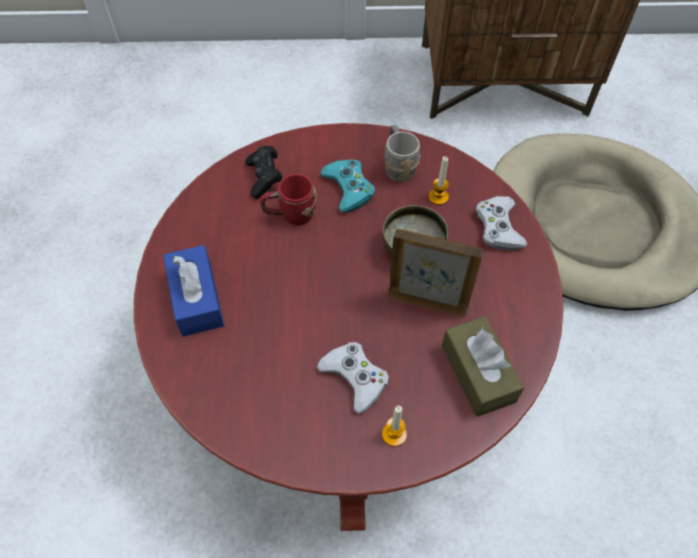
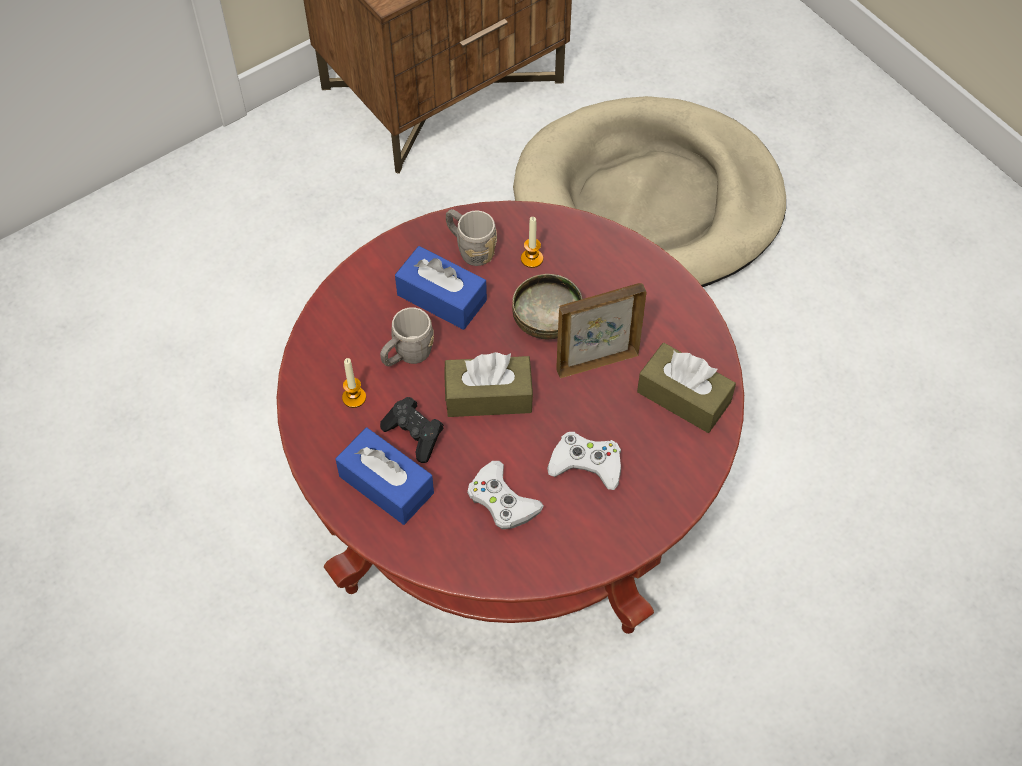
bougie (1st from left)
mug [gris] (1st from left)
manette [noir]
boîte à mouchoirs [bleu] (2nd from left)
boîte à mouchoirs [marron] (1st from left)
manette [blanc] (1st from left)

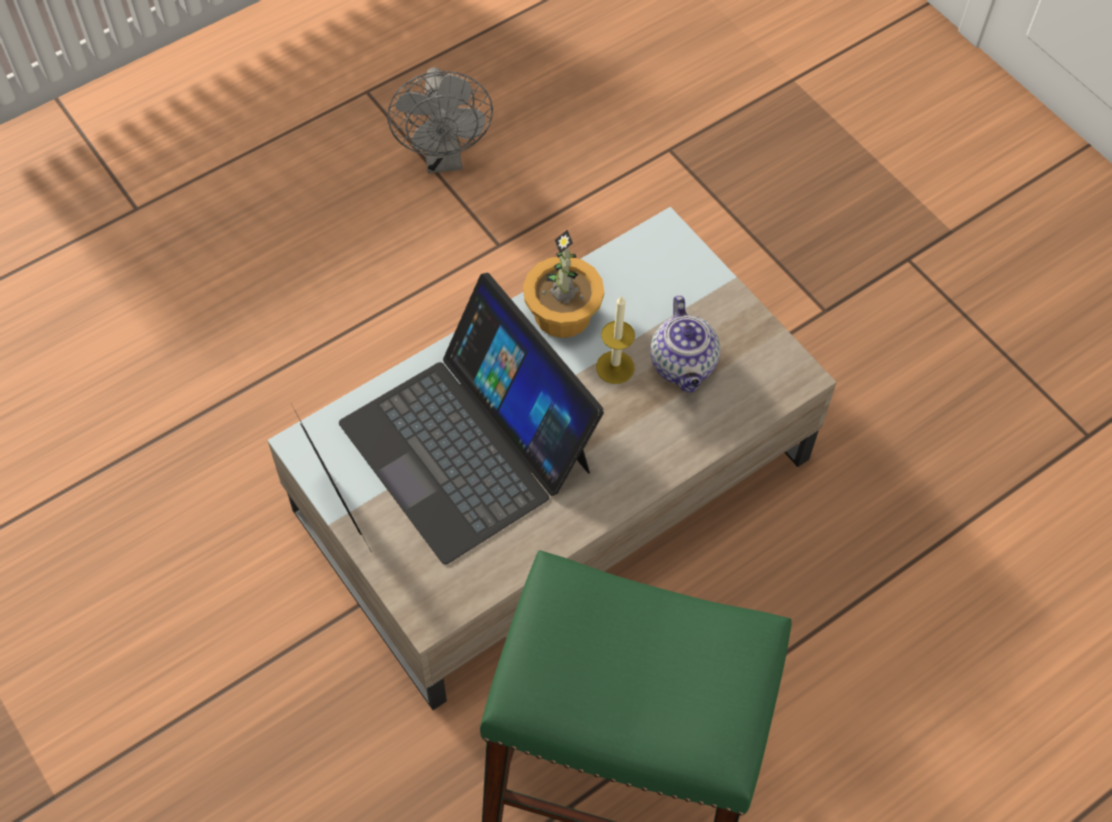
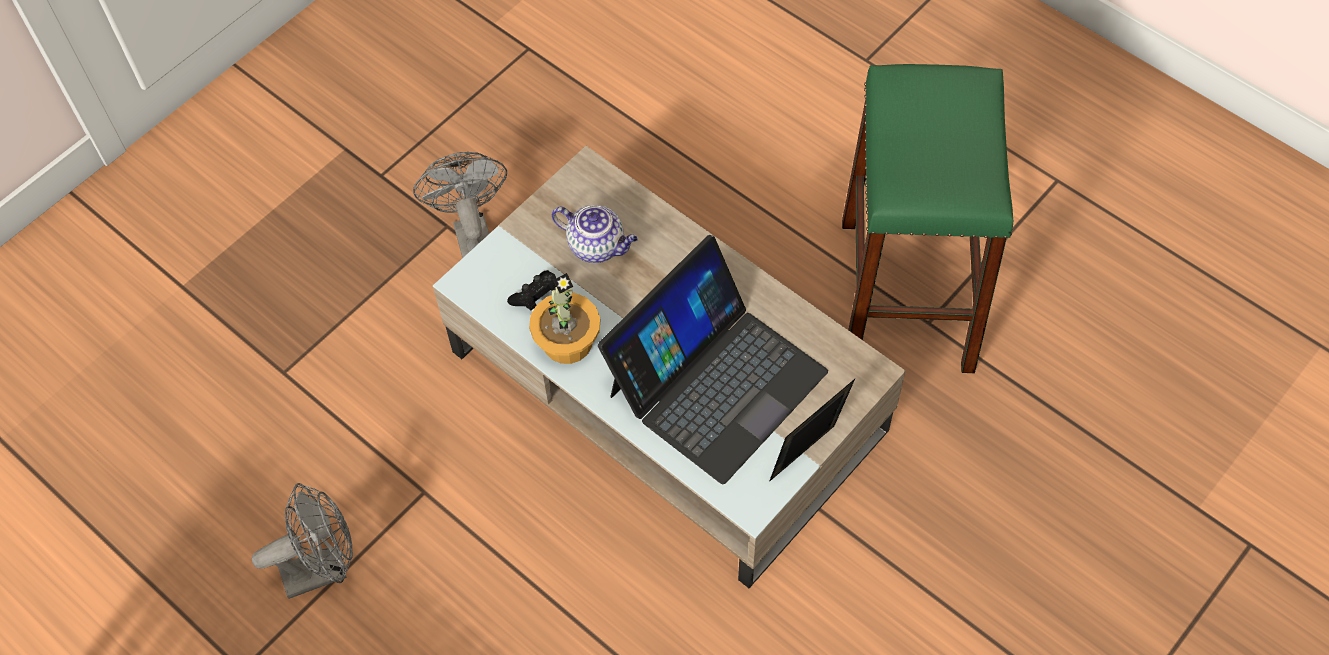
ventilateur [gris] (2nd from left)
manette [noir]
théière
bougie

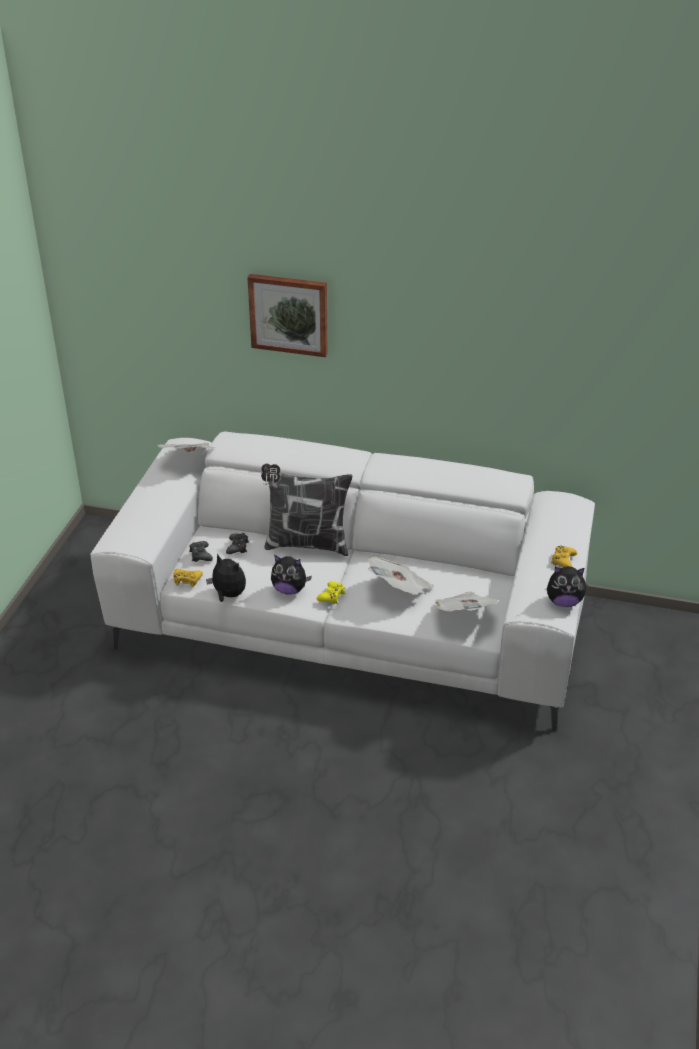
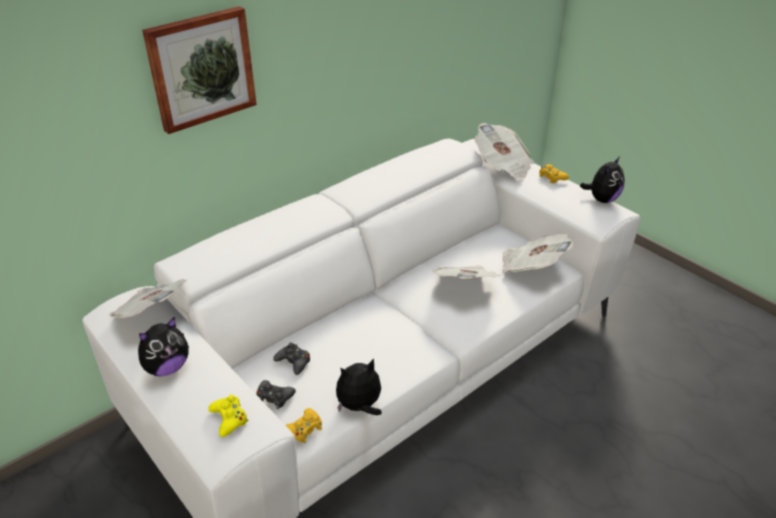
peluche (1st from left)
manette [jaune] (1st from left)
journal (3rd from left)
coussin

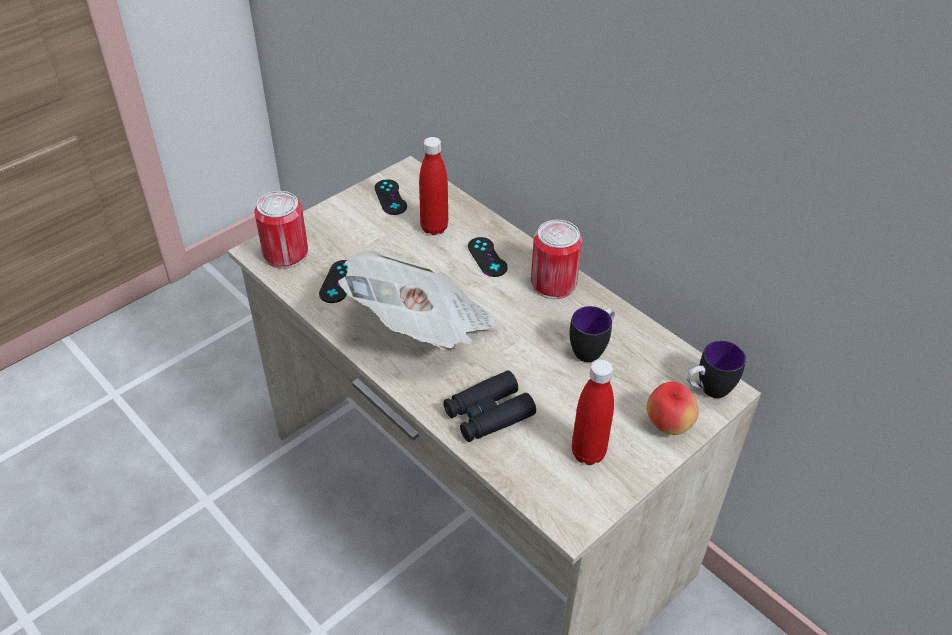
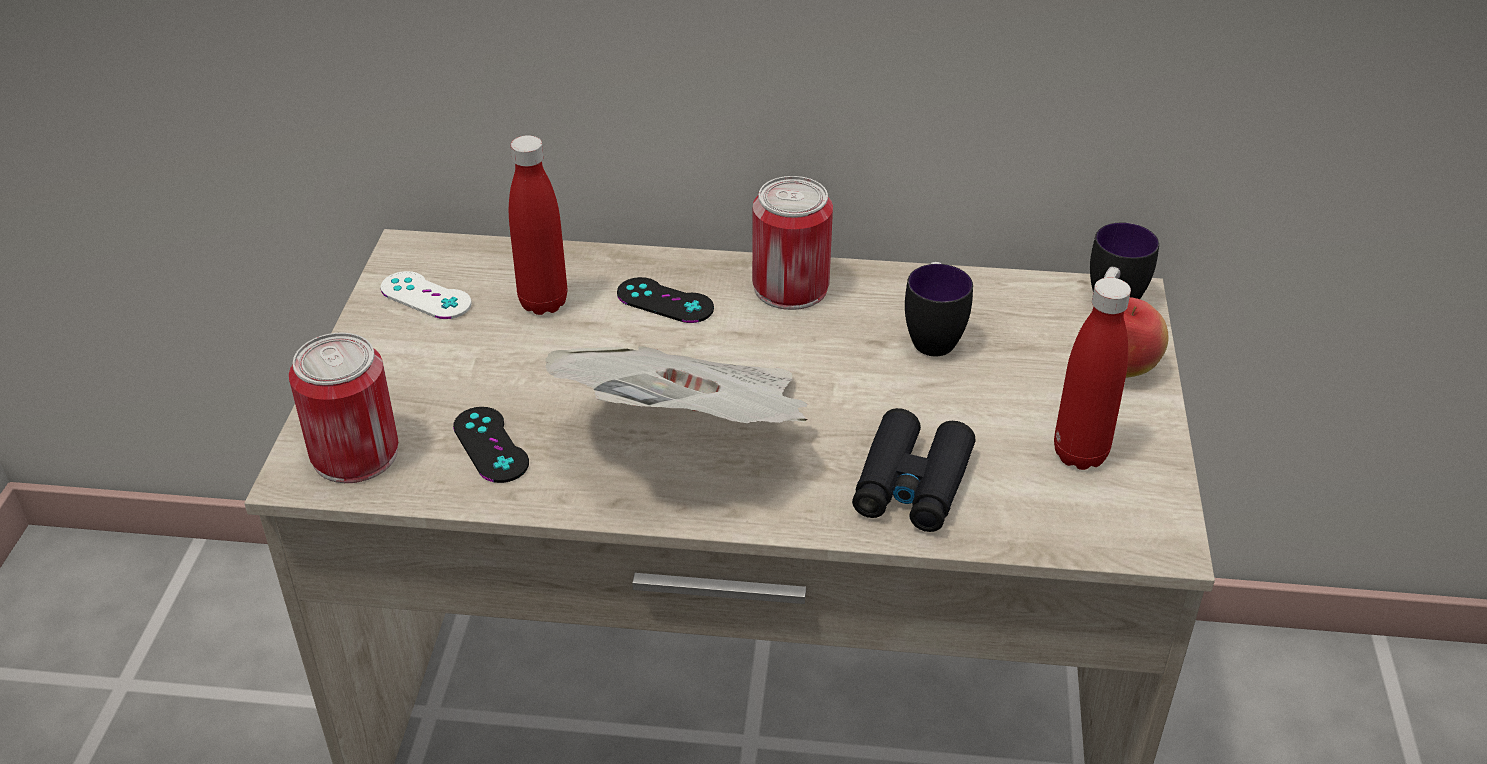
manette [blanc]

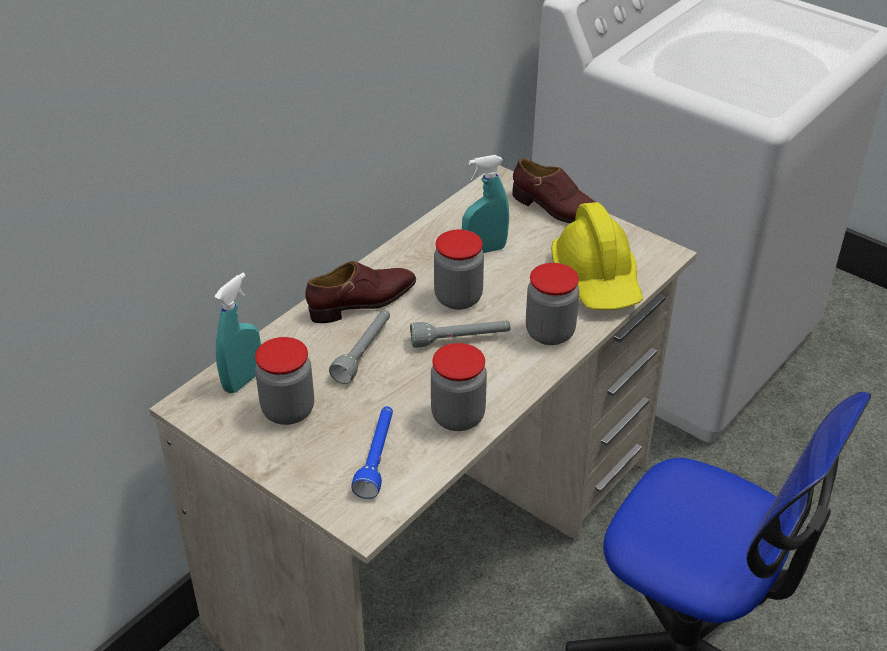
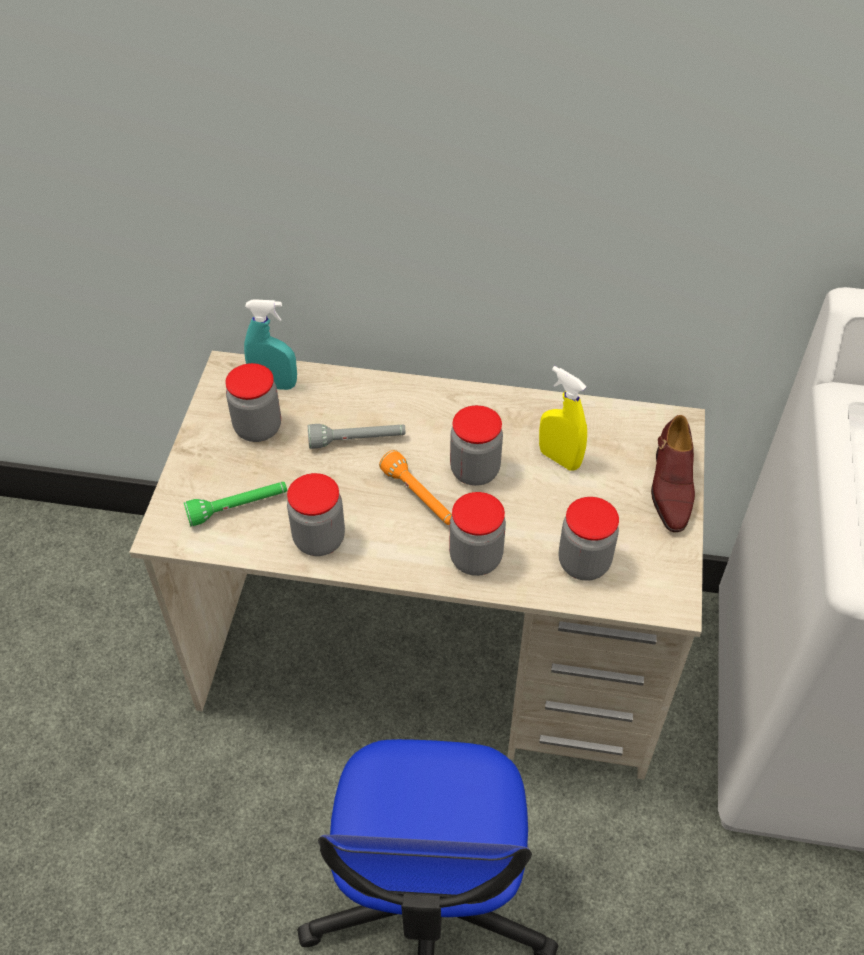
lampe de poche [vert]
lampe de poche [orange]
vaporisateur [jaune]
bocal (5th from left)
chaussure [marron] (1st from left in the first image)

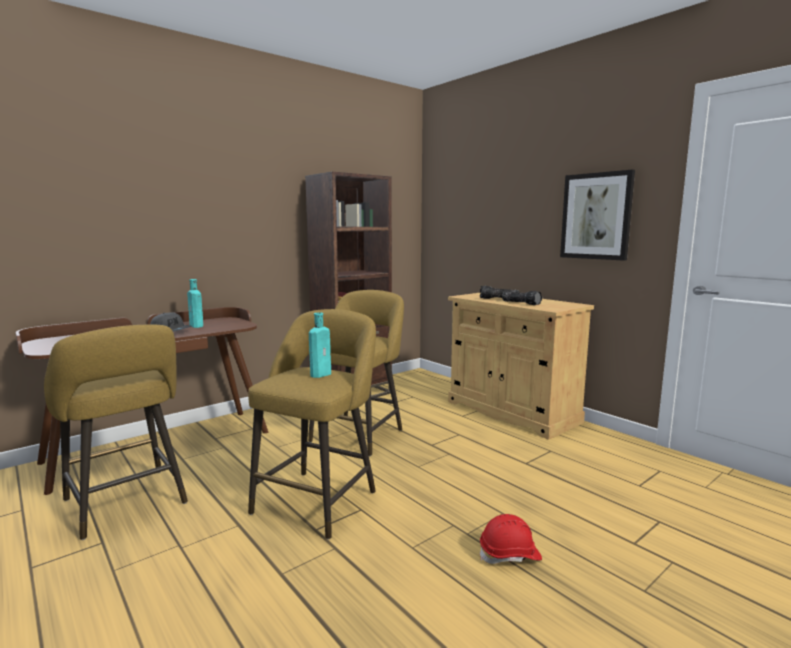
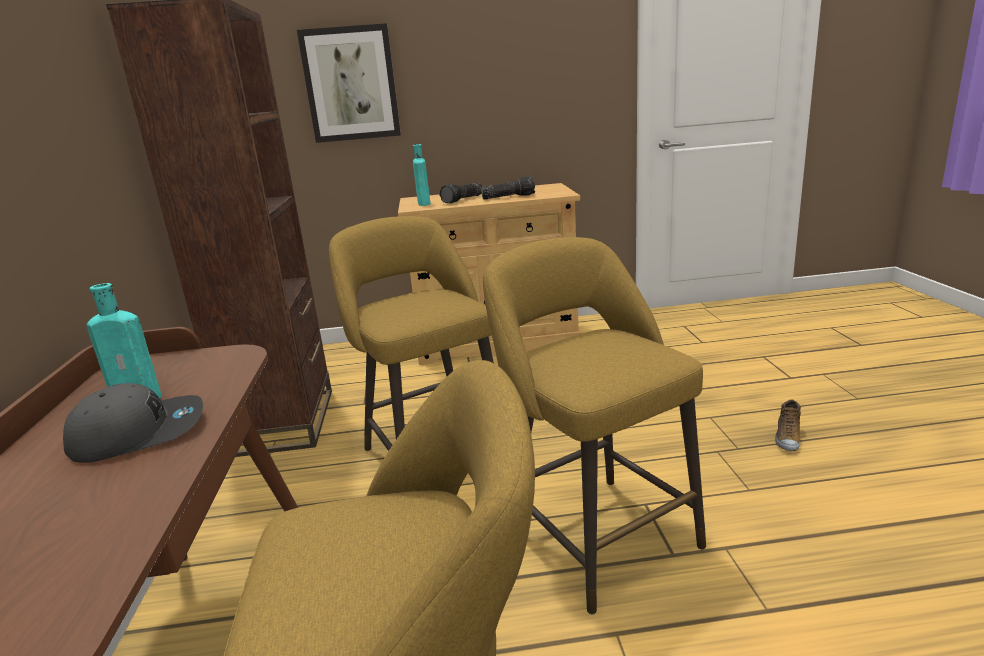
tableau
bouteille [turquoise] (2nd from left)
chaussure

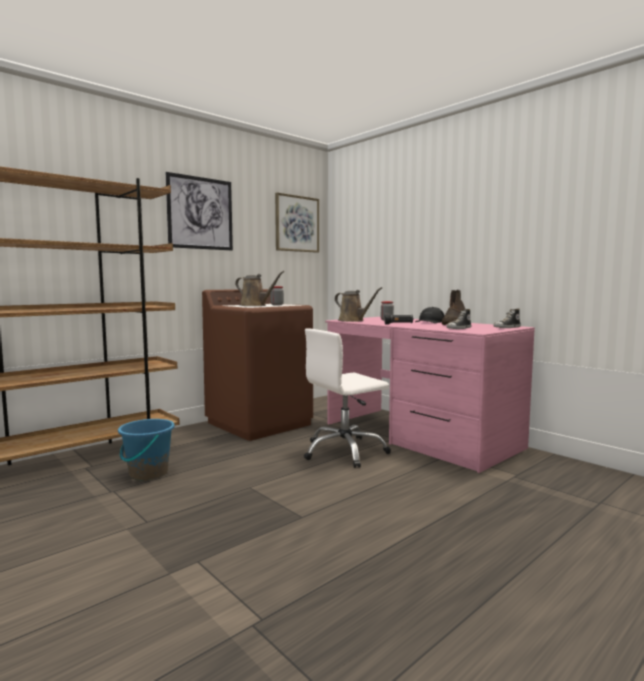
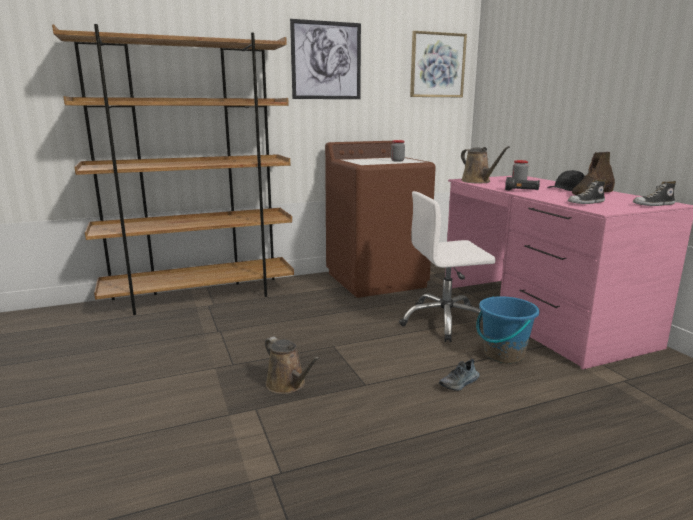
arrosoir [marron] (1st from left)
chaussure (1st from left)
seau [bleu]

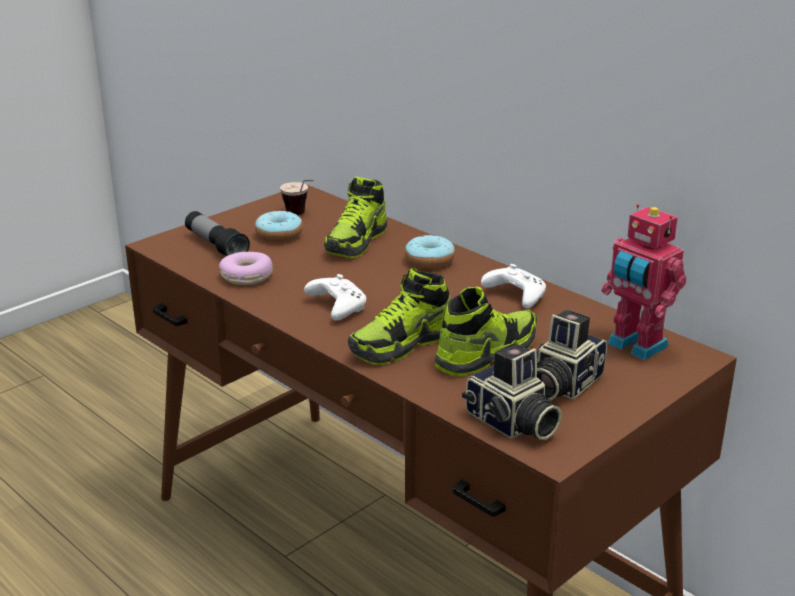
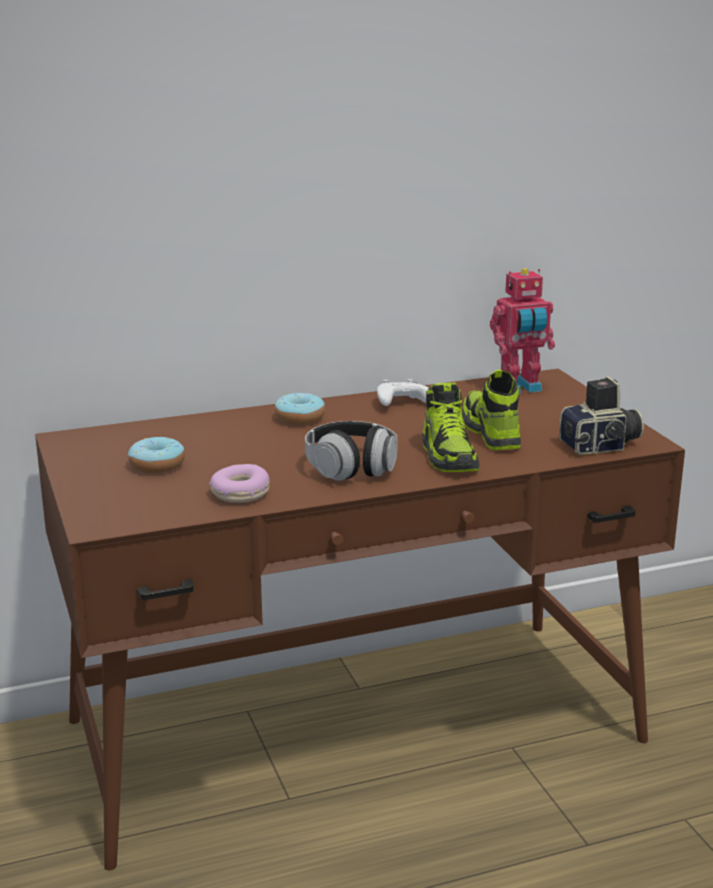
casque audio
lampe de poche
tasse
chaussure (1st from left in the first image)
appareil photo (2nd from left in the first image)

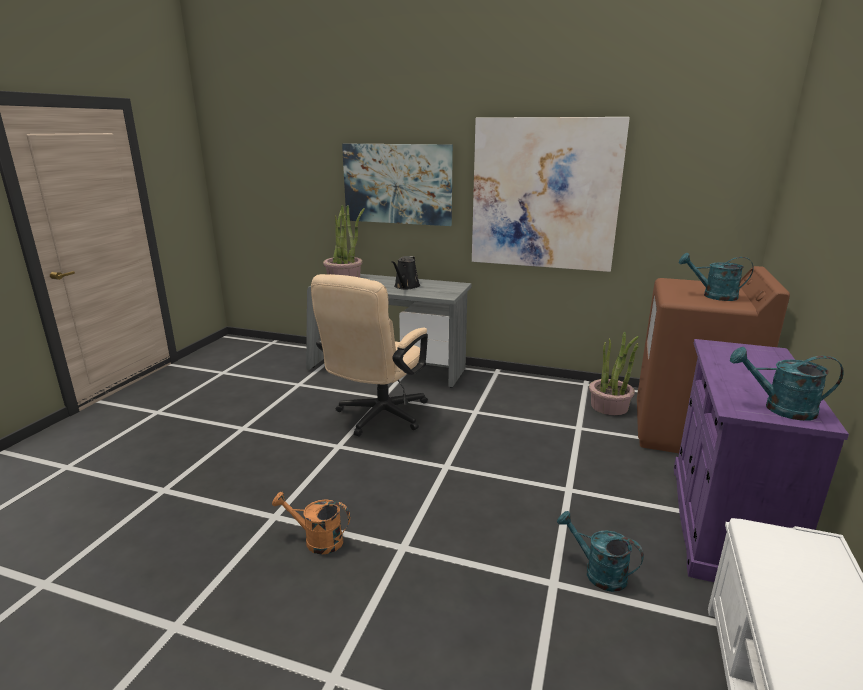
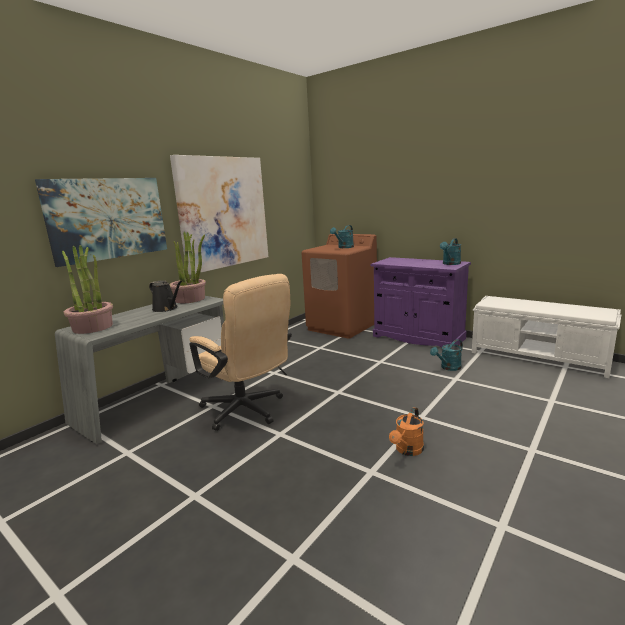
plante en pot (2nd from left)

